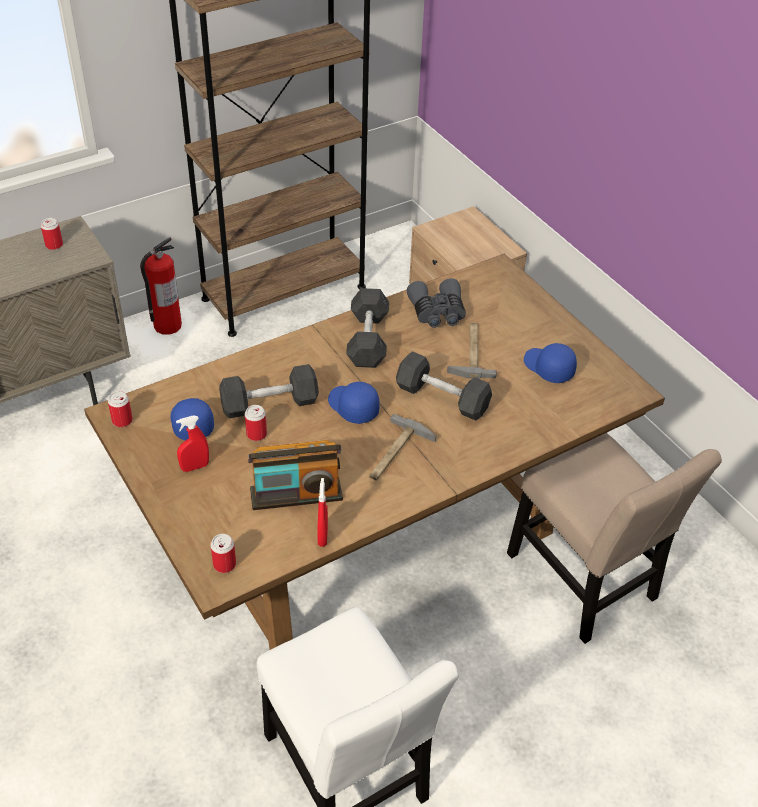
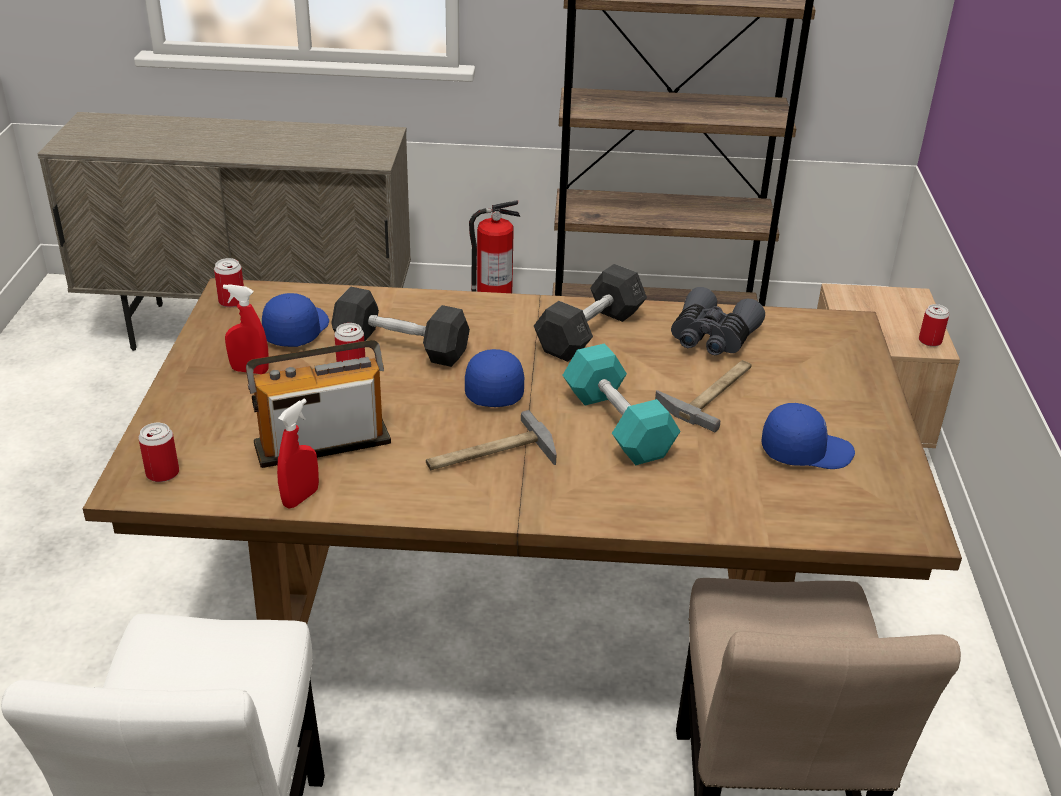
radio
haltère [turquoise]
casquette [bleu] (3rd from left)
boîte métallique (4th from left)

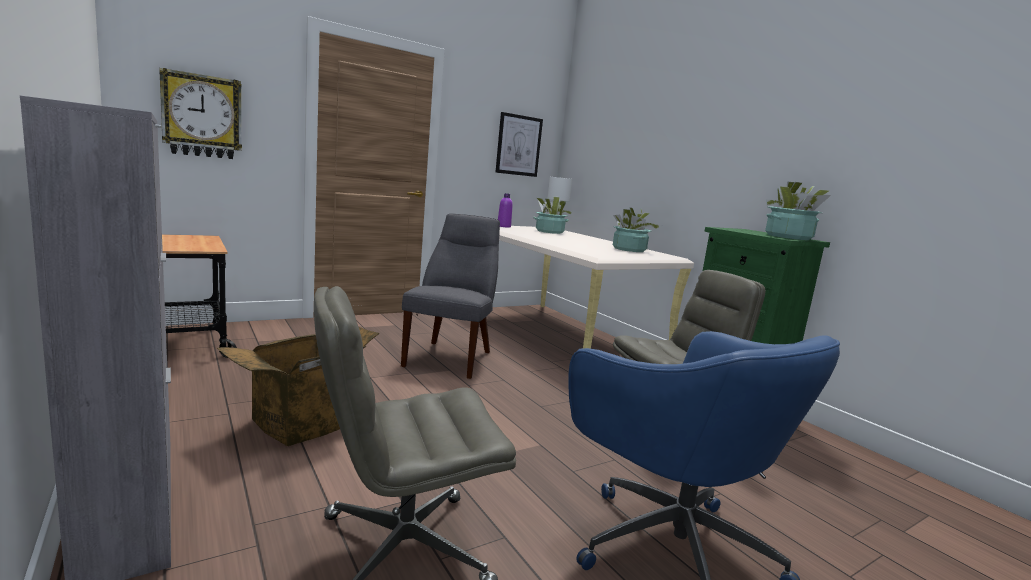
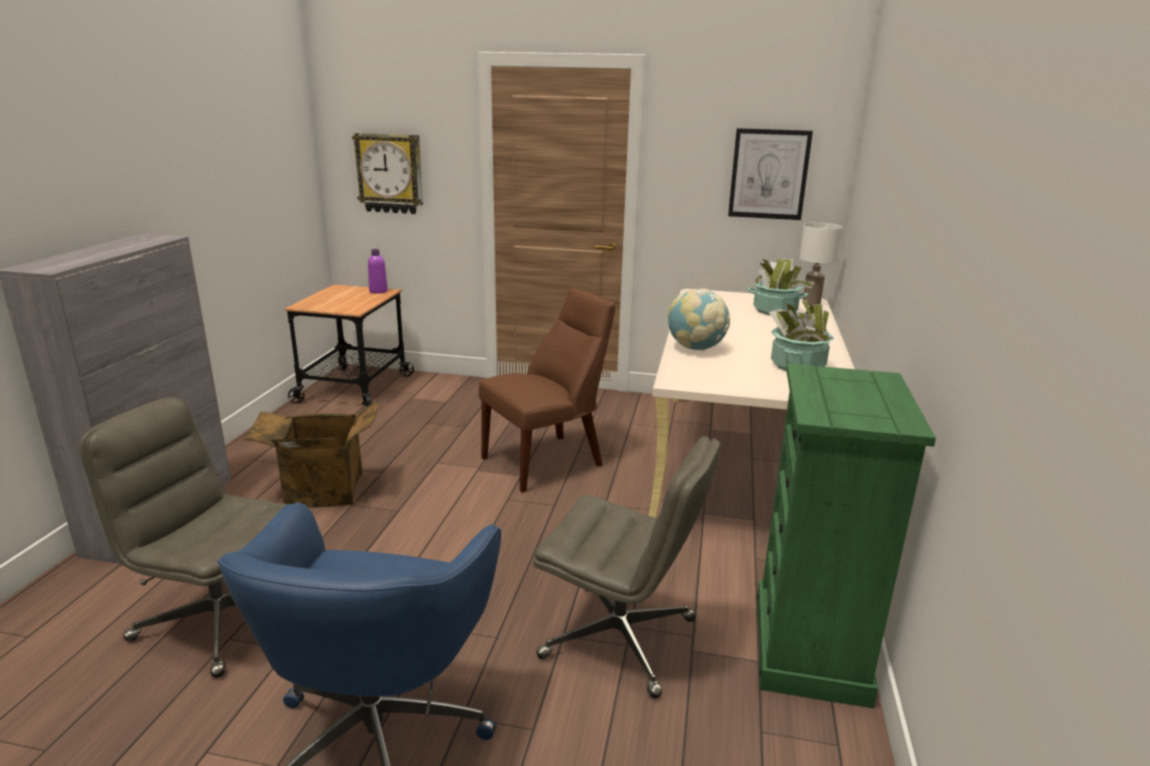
bouteille [violet]
chaise [marron]
globe
plante en pot (3rd from left in the first image)

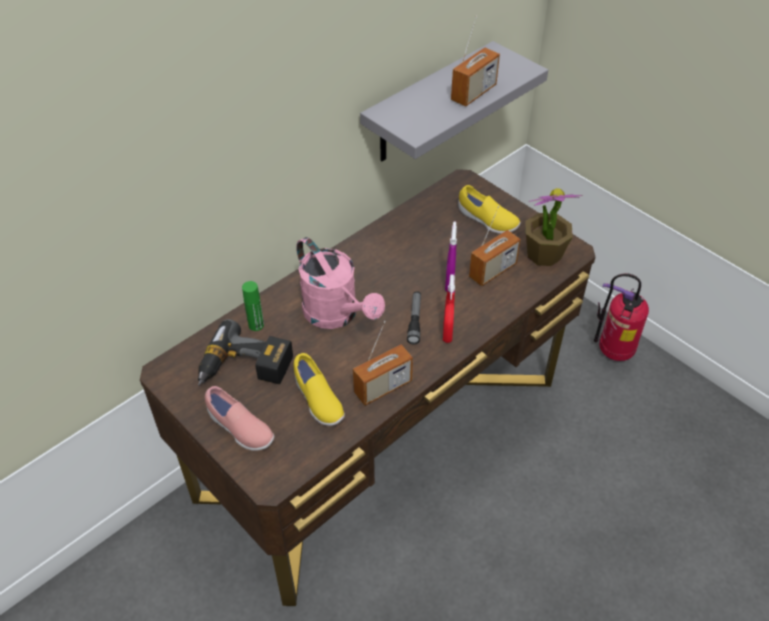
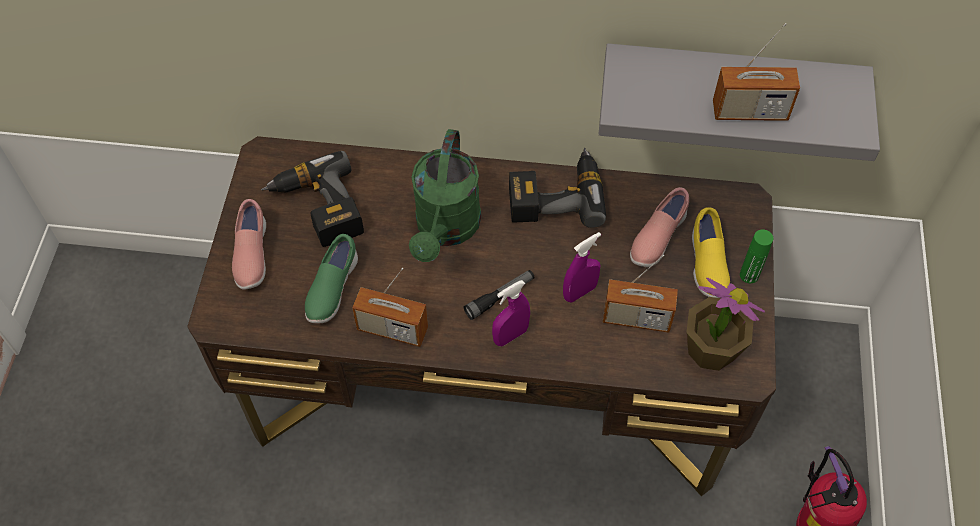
chaussure [vert]
arrosoir [vert]
vaporisateur [violet] (1st from left)
perceuse (2nd from left)
chaussure [rose] (2nd from left)
bouteille [vert]

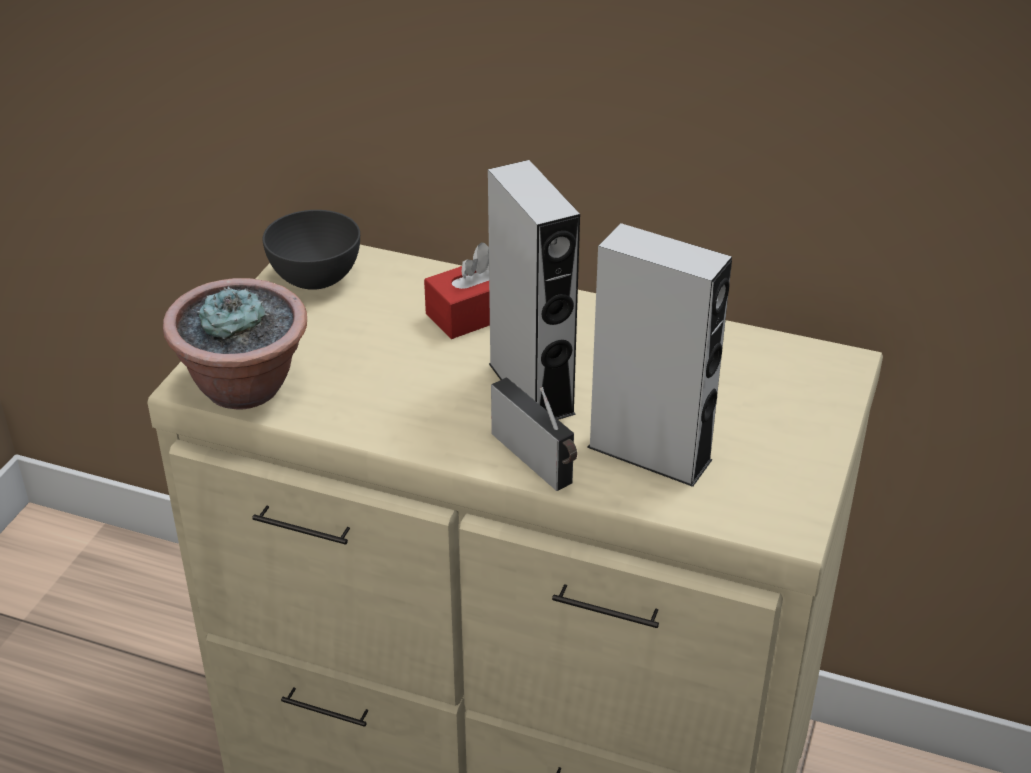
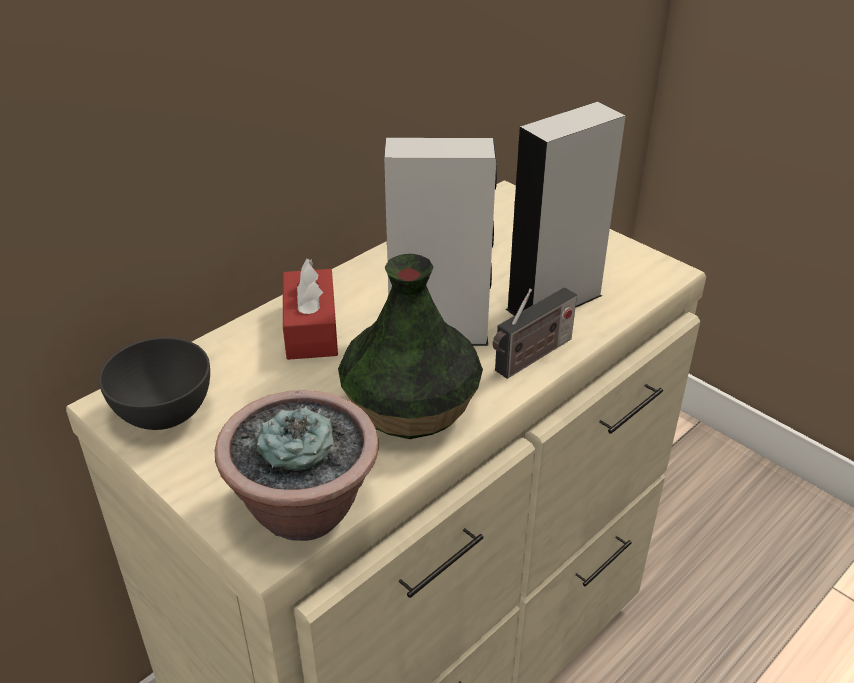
vase
radio

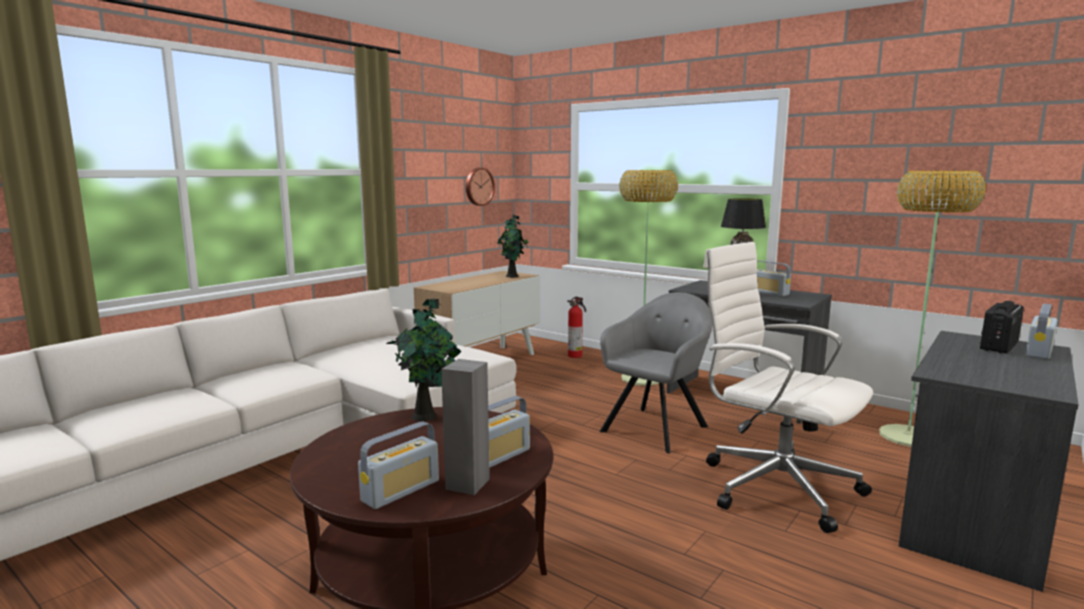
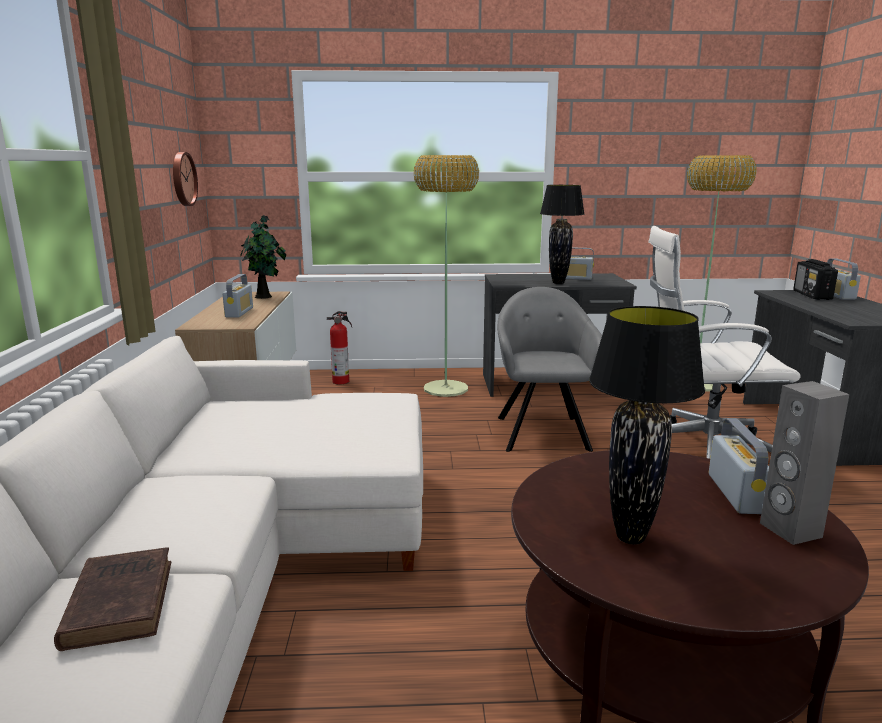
livre [marron]
radio (1st from left)
lampe de table [noir] (2nd from left)
plante en pot (1st from left in the first image)

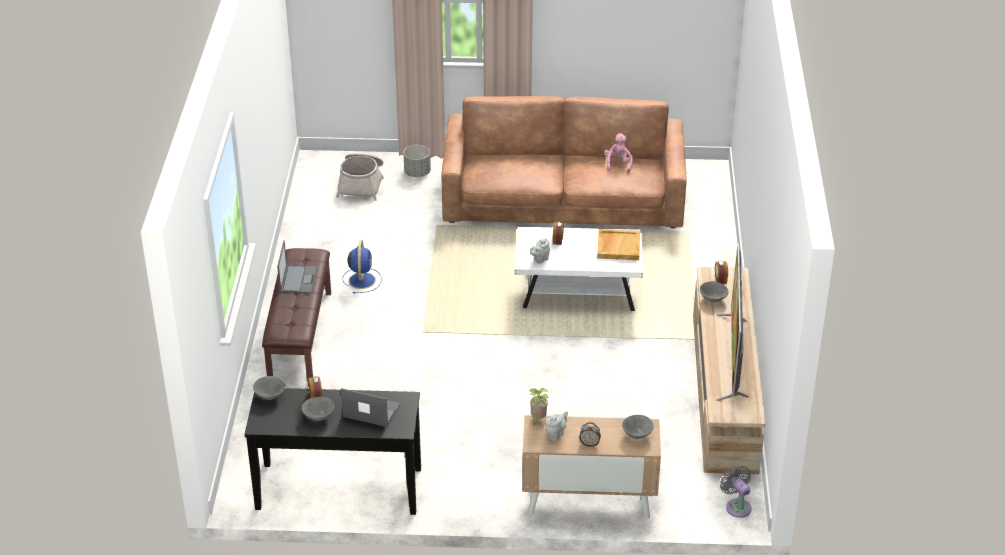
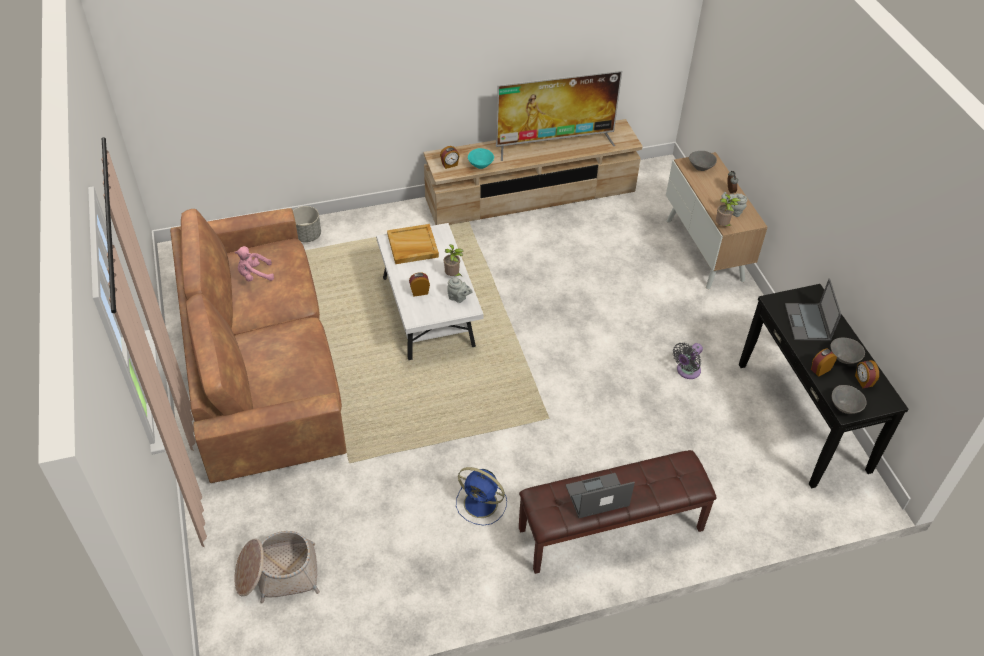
cache-pot [gris]
plante en pot (1st from left)
ventilateur [bleu]
bol [turquoise]
ventilateur [gris]
réveil (5th from left)

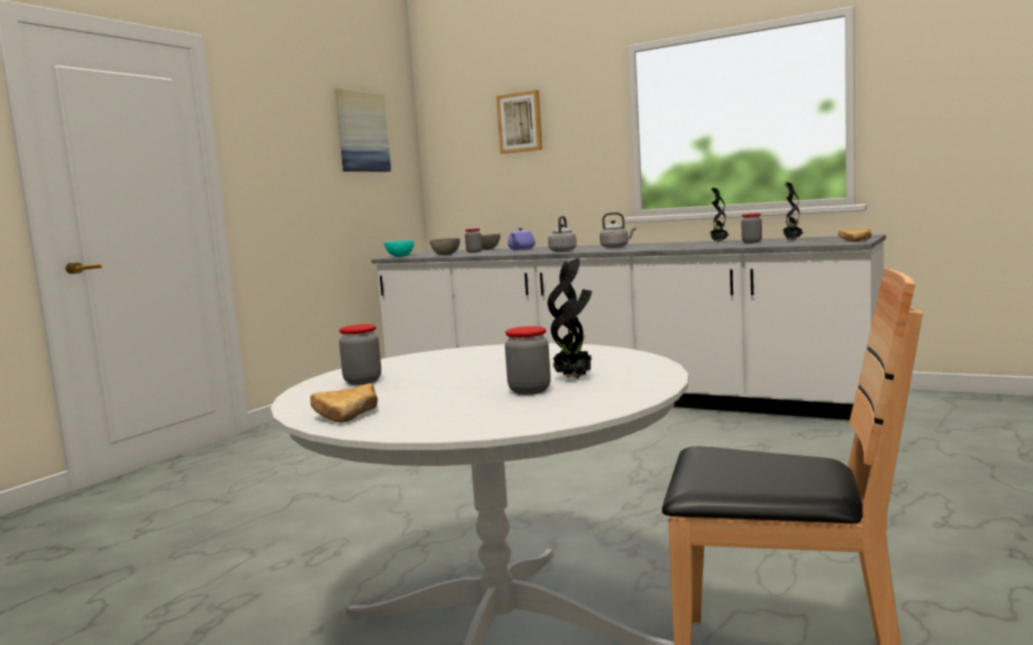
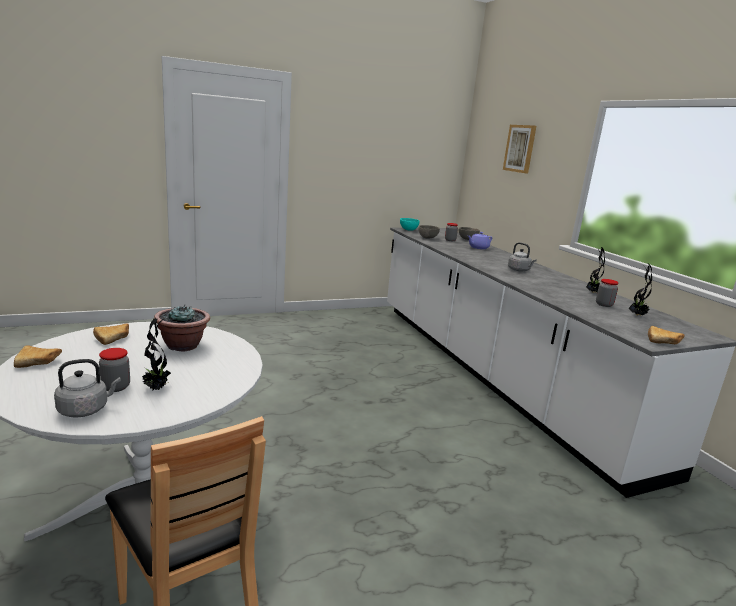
bouilloire [gris] (1st from left)
pain (2nd from left)
plante en pot (2nd from left)
tableau (1st from left in the first image)

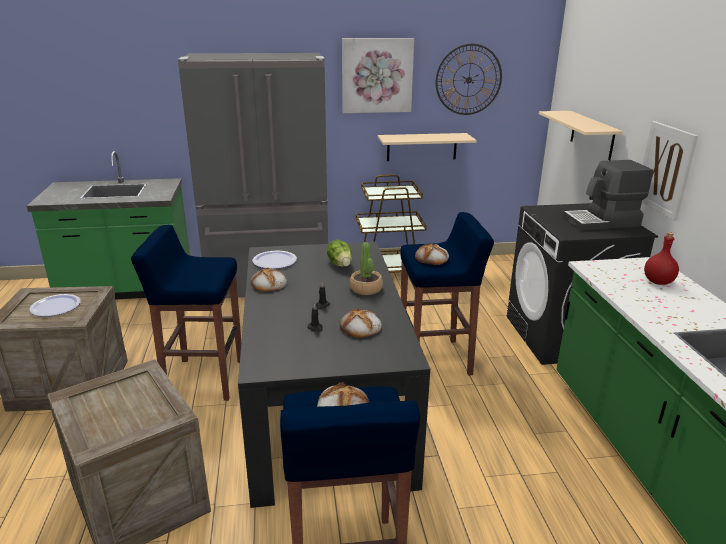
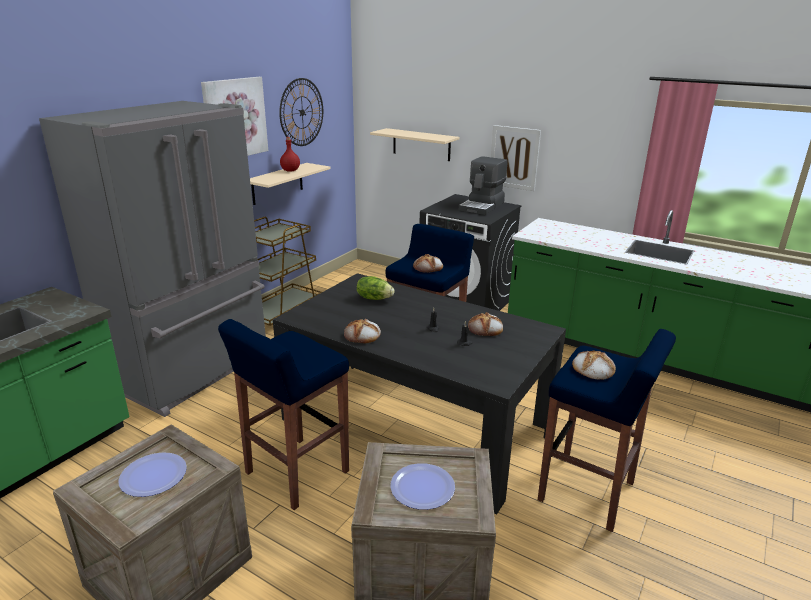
bouteille [rouge]
assiette (2nd from left)
plante en pot

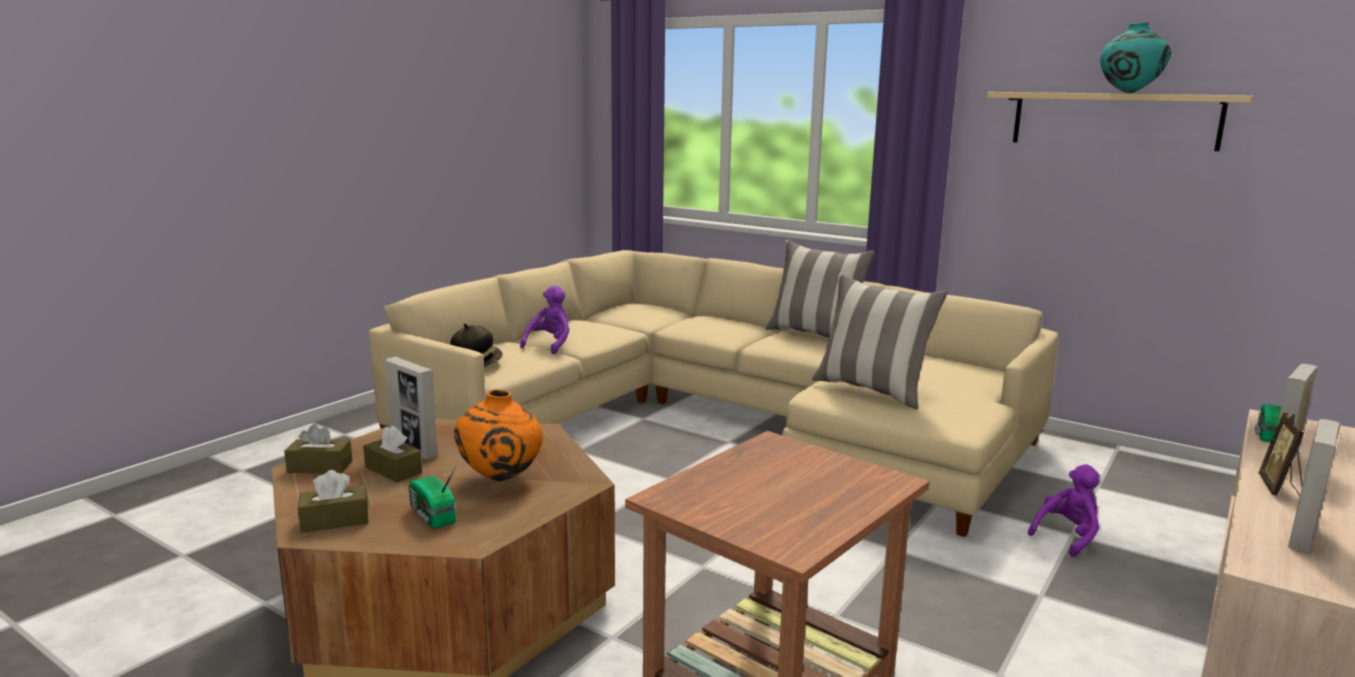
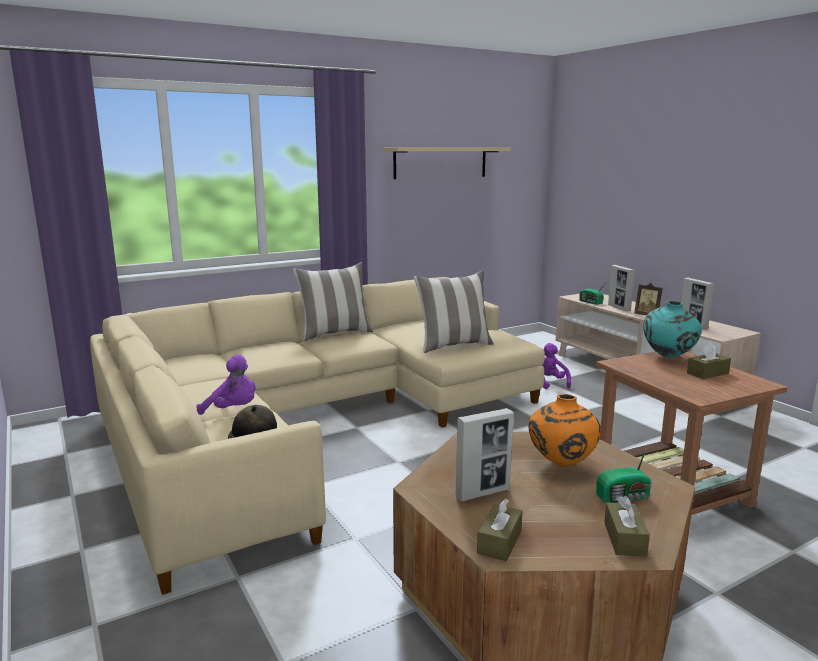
peluche [violet] (1st from left)
vase [turquoise]
boîte à mouchoirs [marron] (3rd from left)

